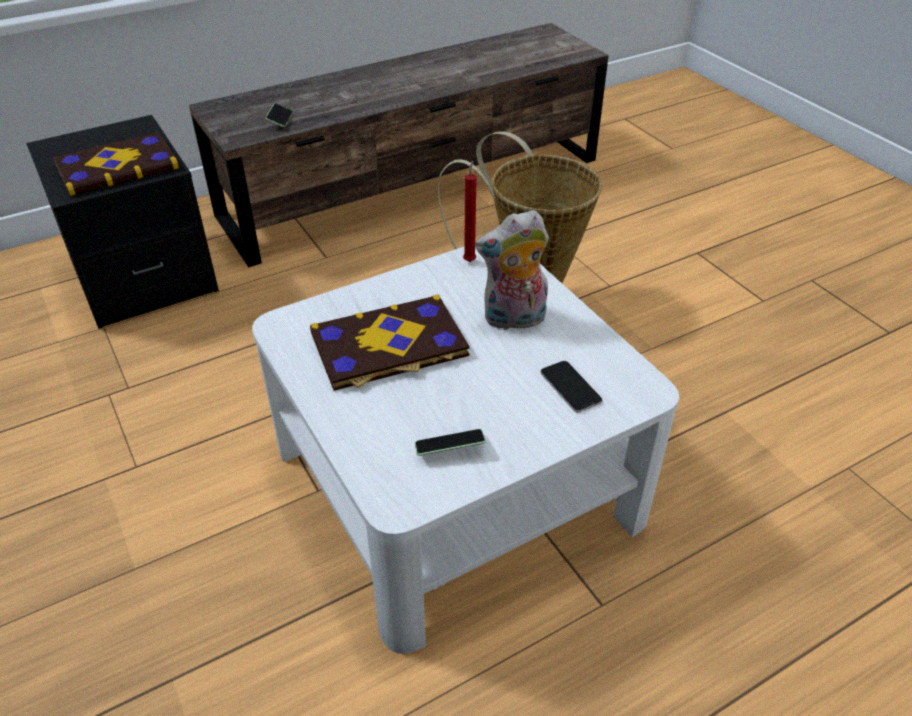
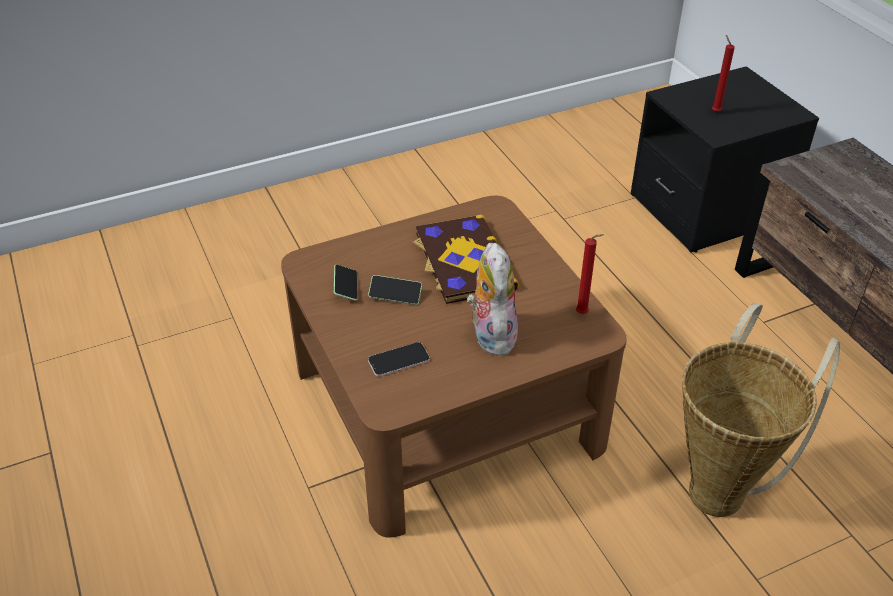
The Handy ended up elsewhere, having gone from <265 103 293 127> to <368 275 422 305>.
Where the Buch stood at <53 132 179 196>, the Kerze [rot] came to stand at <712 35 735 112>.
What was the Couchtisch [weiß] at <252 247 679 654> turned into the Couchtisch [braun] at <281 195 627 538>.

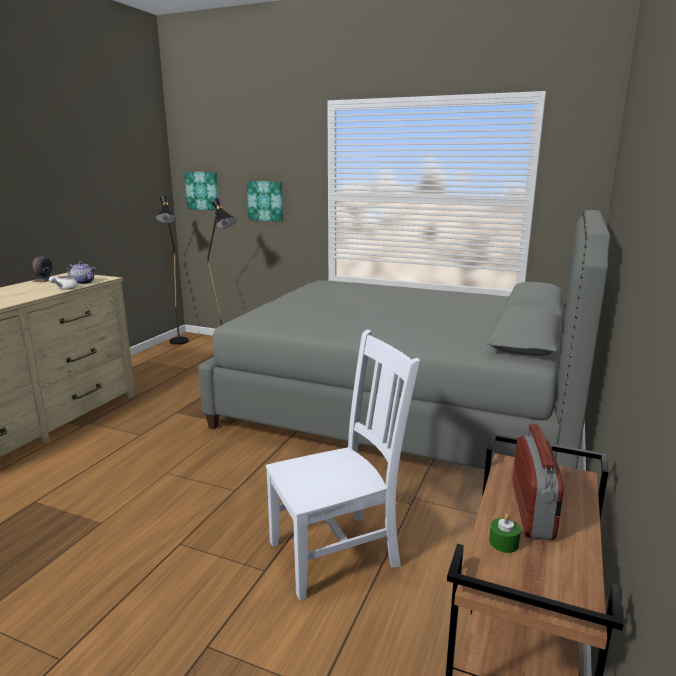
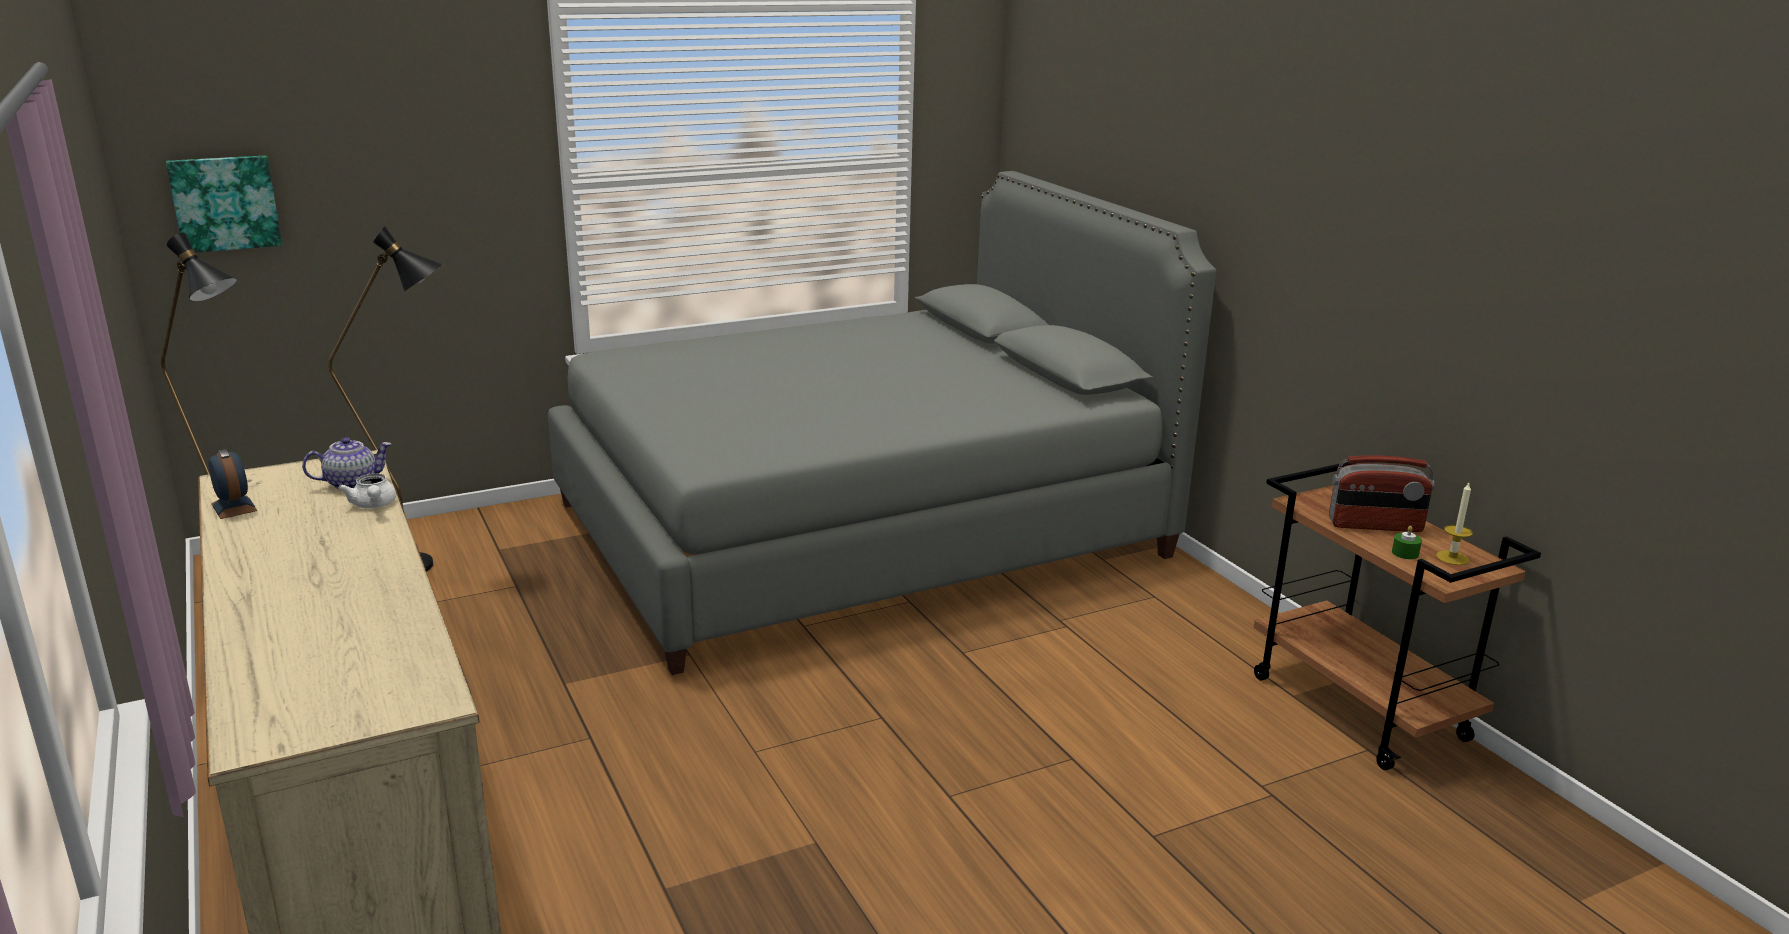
The second view lost the Bild at <247 181 283 221>.
The second view lost the Stuhl [weiß] at <266 330 420 601>.
The second view gained the Kerze at <1436 483 1473 565>.
The Radio at <512 424 564 540> ended up facing another way, 135 degrees clockwise from before.

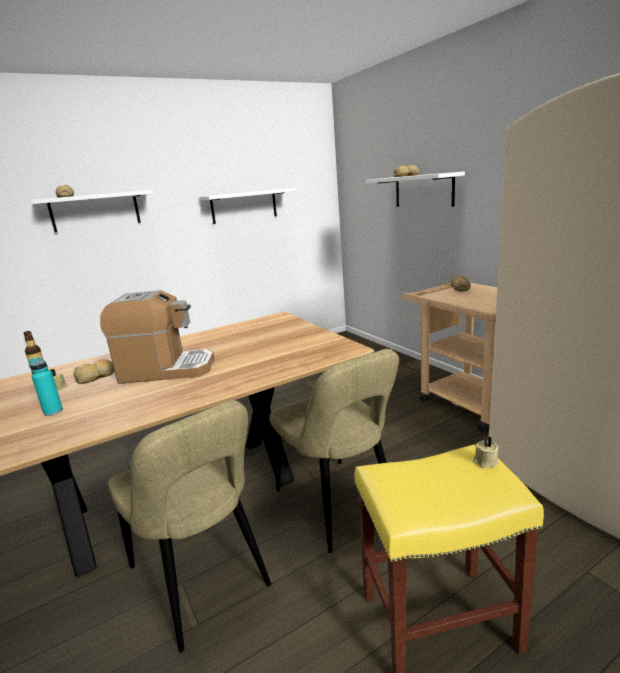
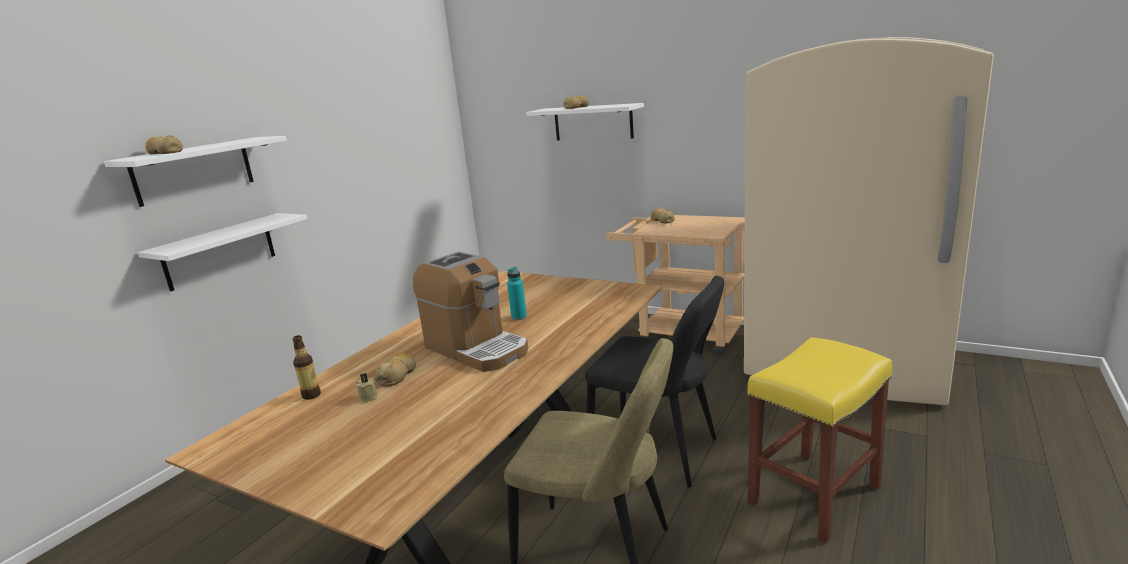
The second view lost the Kerze [beige] at <473 436 498 468>.
The Flasche [türkis] ended up elsewhere, having gone from <28 357 63 416> to <507 267 527 320>.
The Wandregal [weiß] ended up elsewhere, having gone from <199 188 295 224> to <138 213 307 291>.
What was the Stuhl [beige] at <269 349 399 553> turned into the Stuhl [schwarz] at <585 276 724 487>.
The Kaffeemaschine at <100 290 214 384> ended up facing another way, 75 degrees clockwise from before.

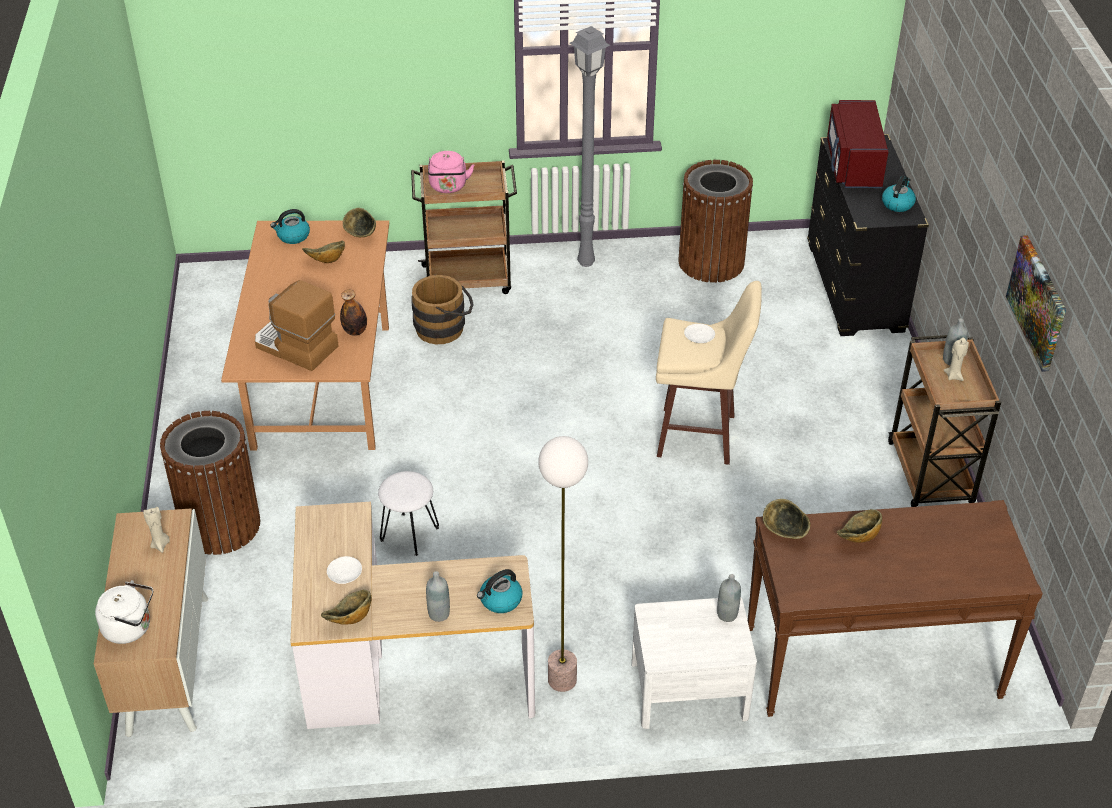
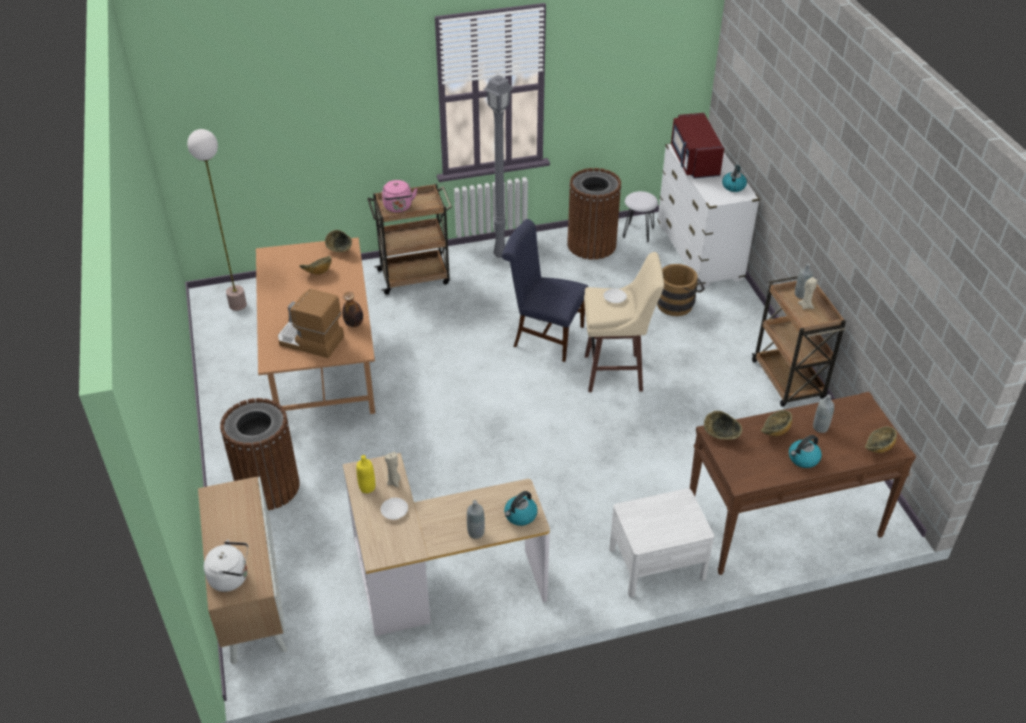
The second view lost the Bild at <1006 235 1066 372>.
The second view gained the Flasche [gelb] at <356 455 375 493>.
The second view gained the Stuhl [blau] at <502 219 588 362>.
The Kerze [beige] ended up elsewhere, having gone from <143 507 170 553> to <385 451 401 487>.
The Wasserkessel ended up elsewhere, having gone from <270 209 310 244> to <789 435 822 468>.
The Schüssel ended up elsewhere, having gone from <321 590 371 625> to <865 427 897 453>.
The Hocker [weiß] ended up elsewhere, having gone from <378 471 439 556> to <623 191 658 242>.
The Eimer [braun] ended up elsewhere, having gone from <412 275 474 344> to <657 264 705 316>.
The Stehlampe ended up elsewhere, having gone from <538 436 588 692> to <187 129 247 311>.
The Flasche [grau] ended up elsewhere, having gone from <717 574 741 622> to <813 395 834 433>.
What was the Kommode [schwarz] at <807 134 929 336> turned into the Kommode [weiß] at <657 143 760 288>.

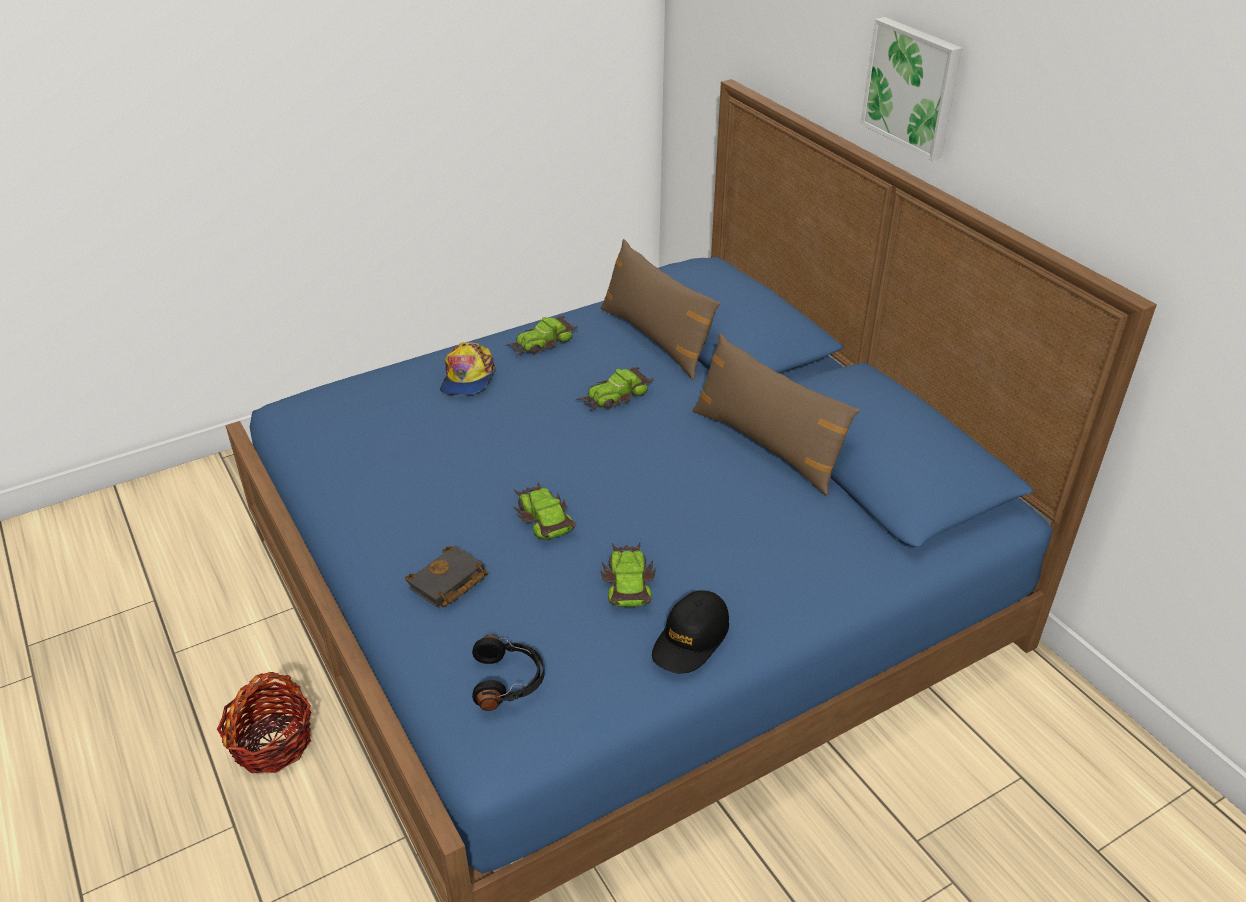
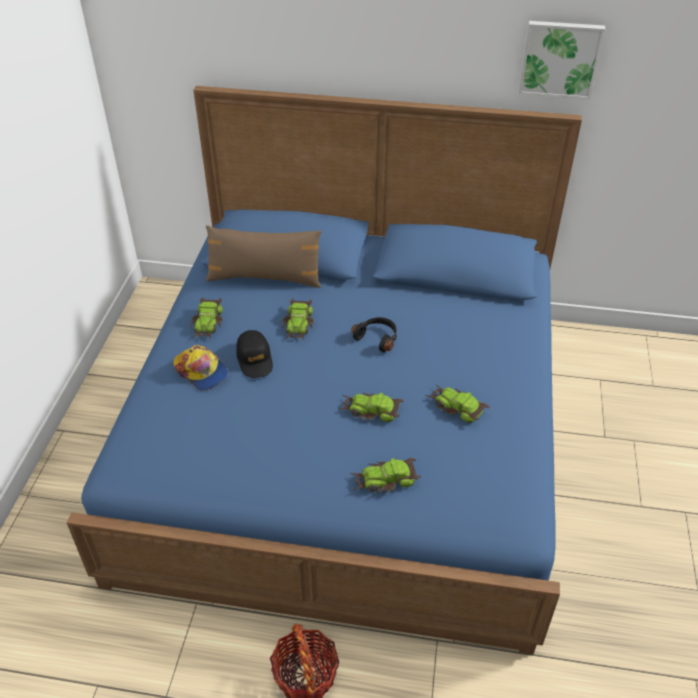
The second view lost the Kissen [braun] at <692 333 860 495>.
The Kopfhörer [schwarz] ended up elsewhere, having gone from <472 635 545 711> to <351 317 397 352>.
The Kappe [schwarz] ended up elsewhere, having gone from <652 590 729 673> to <236 330 273 378>.
The Bild ended up elsewhere, having gone from <861 17 963 160> to <518 21 605 100>.
Where the Buch [schwarz] stood at <405 545 488 607>, the Spielzeugauto came to stand at <351 458 421 493>.

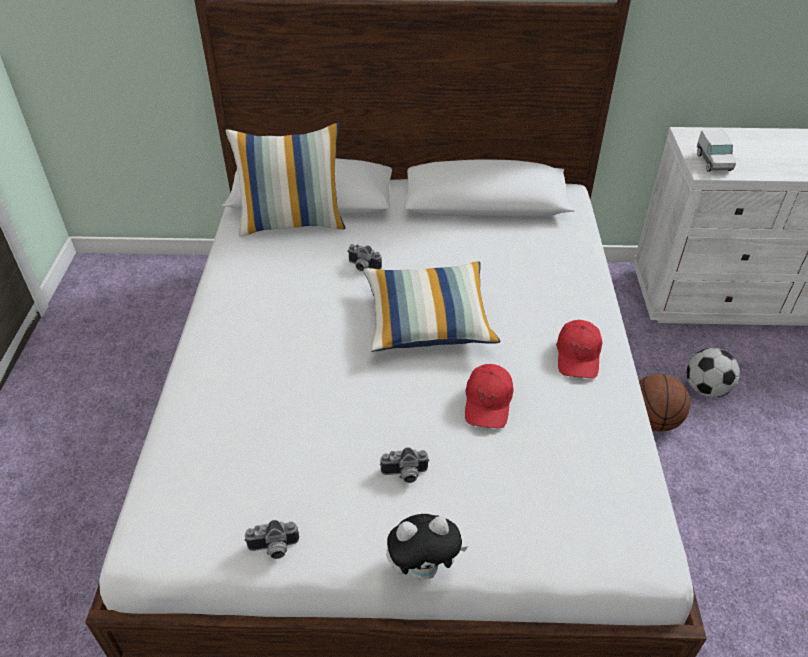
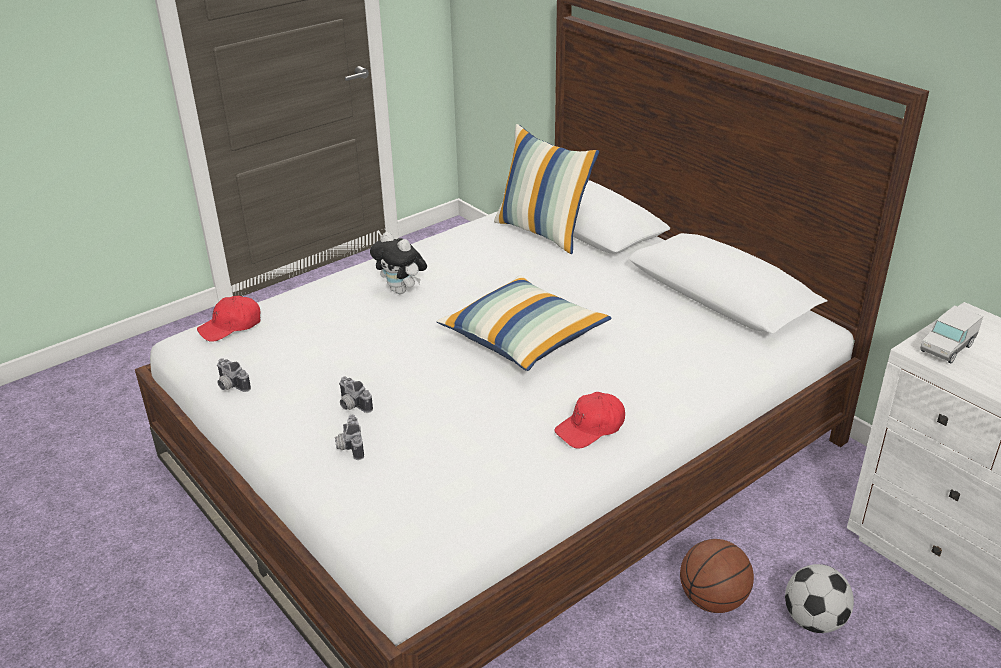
The Kamera ended up elsewhere, having gone from <347 244 382 271> to <335 415 364 460>.
The Plüschtier ended up elsewhere, having gone from <386 514 468 580> to <370 232 427 294>.
The Kappe [rot] ended up elsewhere, having gone from <465 364 513 429> to <197 296 261 342>.

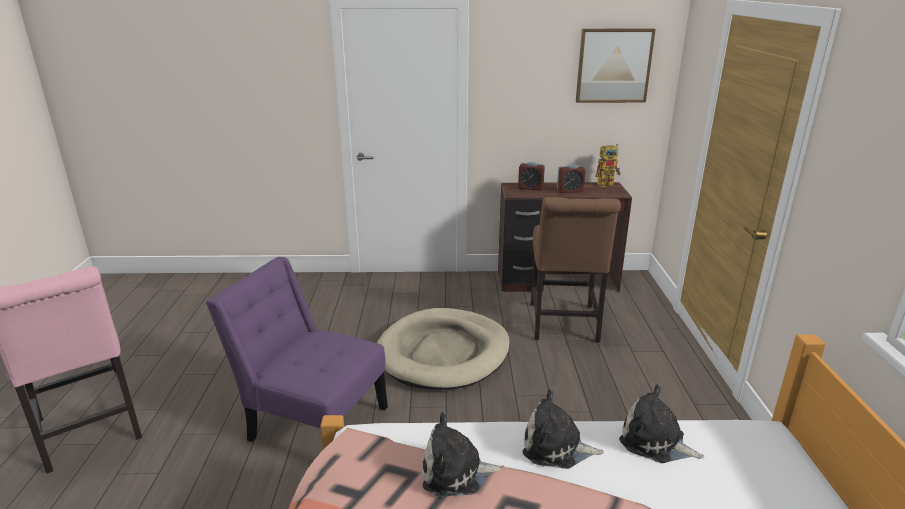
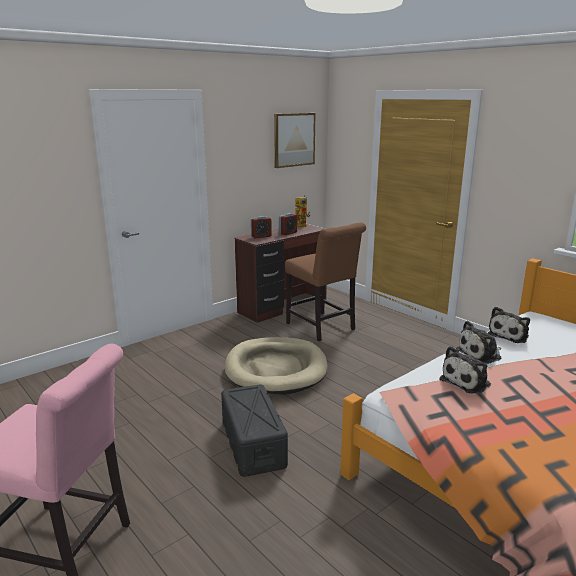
Where the Stuhl [lila] stood at <206 257 388 442>, the Aufbewahrungsbox [schwarz] came to stand at <221 385 288 477>.
The Plüschtier at <619 384 704 463> ended up facing another way, 45 degrees counterclockwise from before.

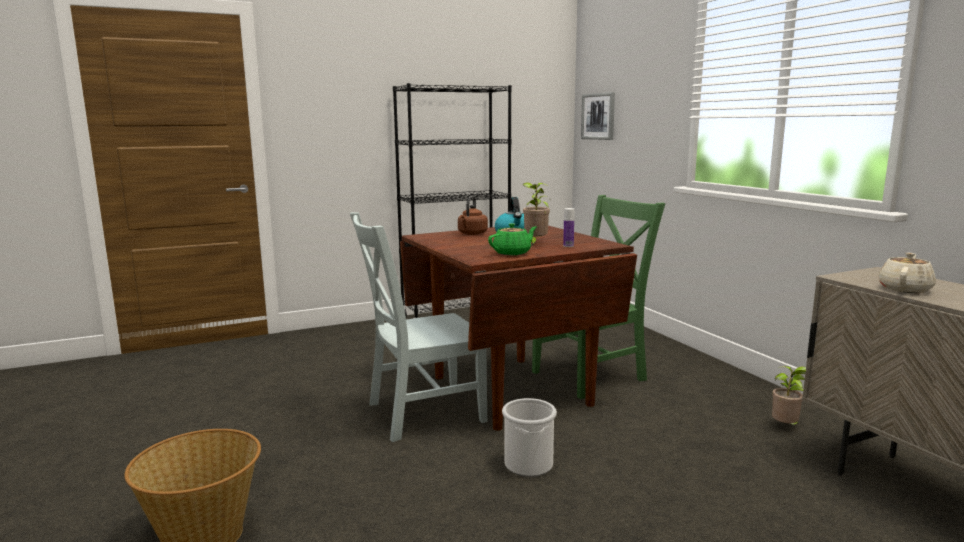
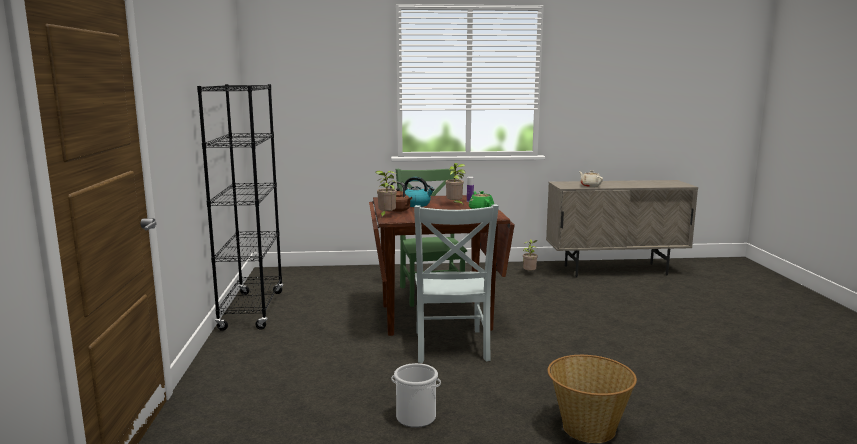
The second view lost the Bild at <581 92 615 140>.
The second view gained the Topfpflanze at <375 171 397 218>.
The Eimer ended up elsewhere, having gone from <502 398 557 477> to <391 363 441 428>.

